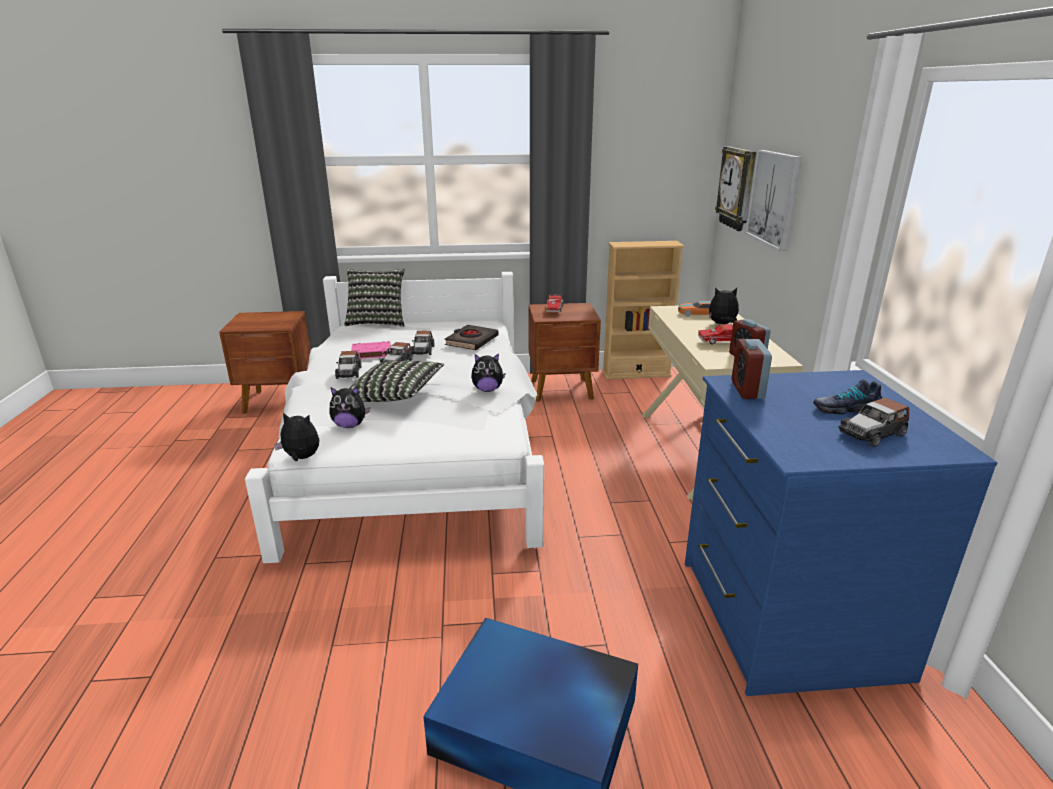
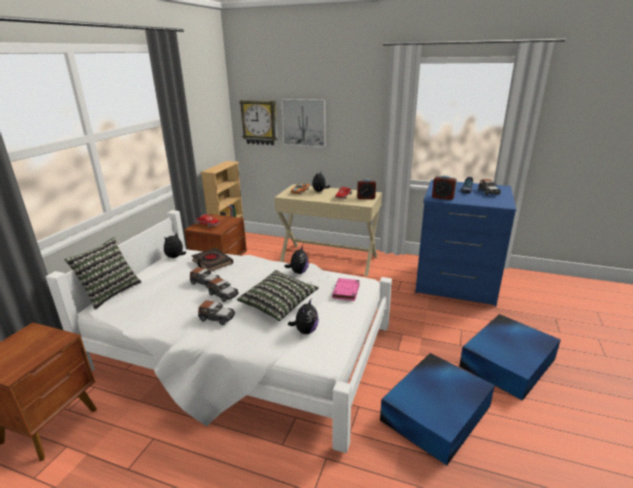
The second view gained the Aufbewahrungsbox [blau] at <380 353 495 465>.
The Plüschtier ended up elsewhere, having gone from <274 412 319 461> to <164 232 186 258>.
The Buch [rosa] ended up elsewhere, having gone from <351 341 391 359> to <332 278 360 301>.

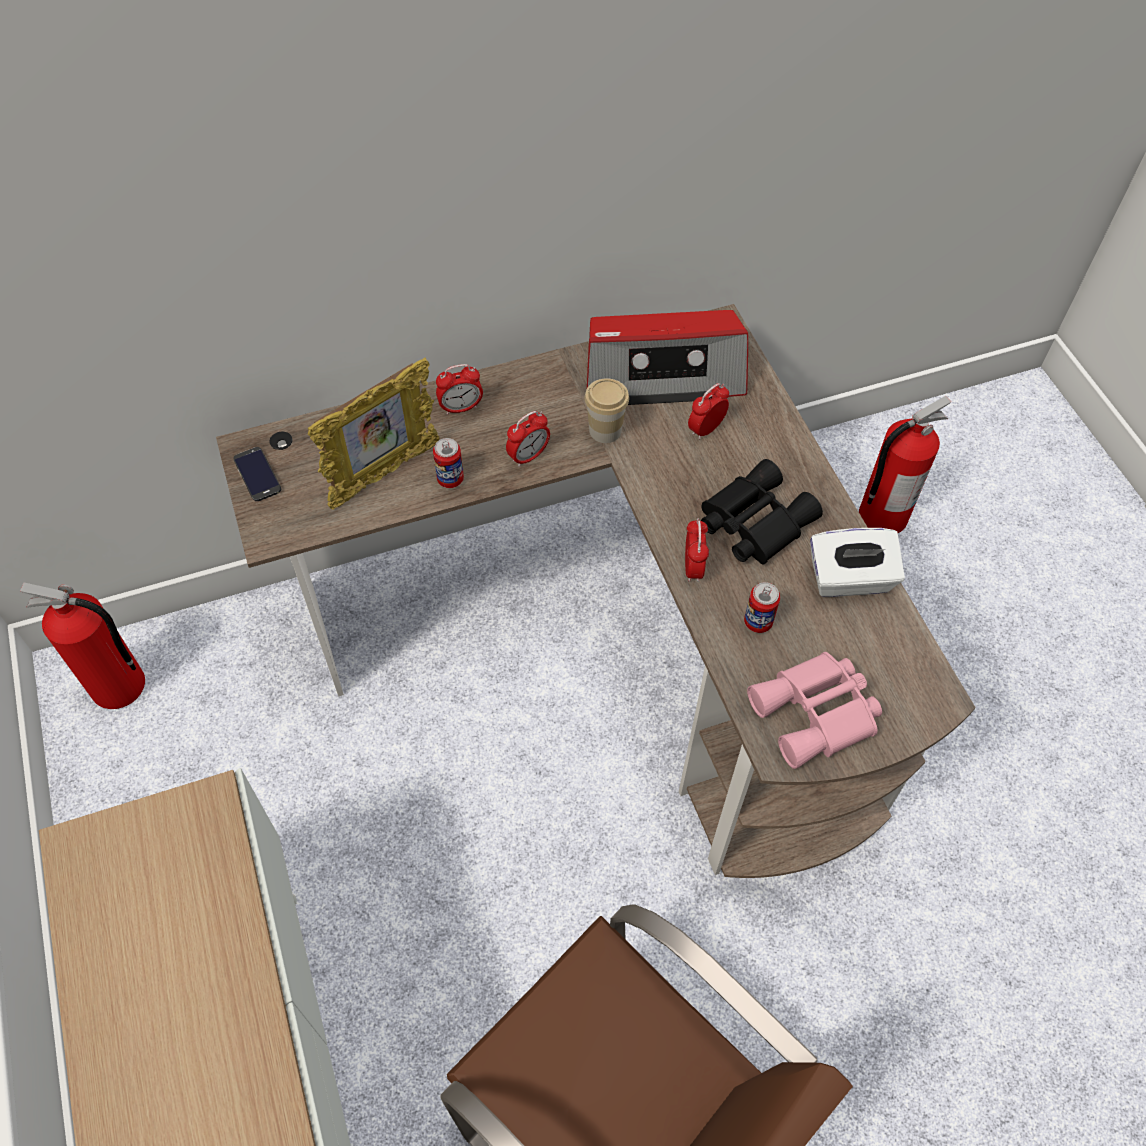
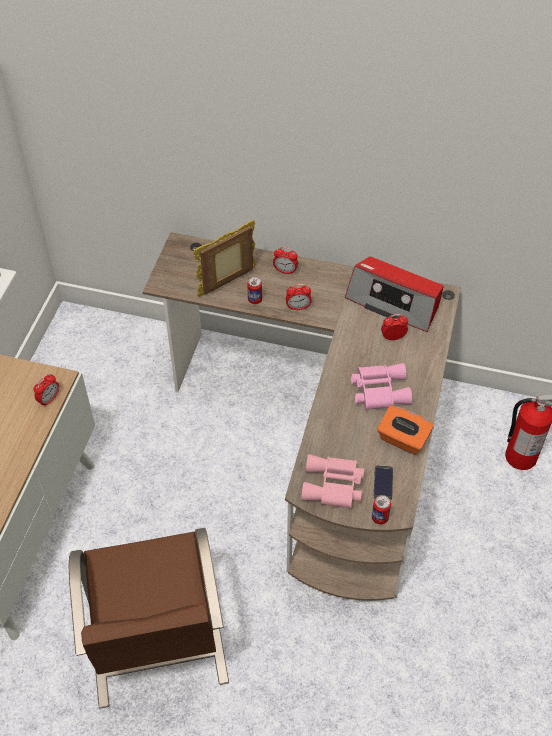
The second view lost the Feuerlöscher at <20 583 145 709>.
The second view lost the Tasse at <585 378 629 443>.
The Handy ended up elsewhere, having gone from <233 447 281 501> to <374 465 393 500>.
The Wecker ended up elsewhere, having gone from <685 518 709 582> to <34 374 59 407>.
The Dose ended up elsewhere, having gone from <744 582 780 633> to <372 495 391 524>.
What was the Fernglas [schwarz] at <701 459 823 565> turned into the Fernglas [rosa] at <351 363 412 410>.
What was the Taschentuchbox [weiß] at <810 528 905 597> turned into the Taschentuchbox [orange] at <377 405 434 455>.
The Bilderrahmen at <308 358 439 510> ended up facing another way, 150 degrees clockwise from before.

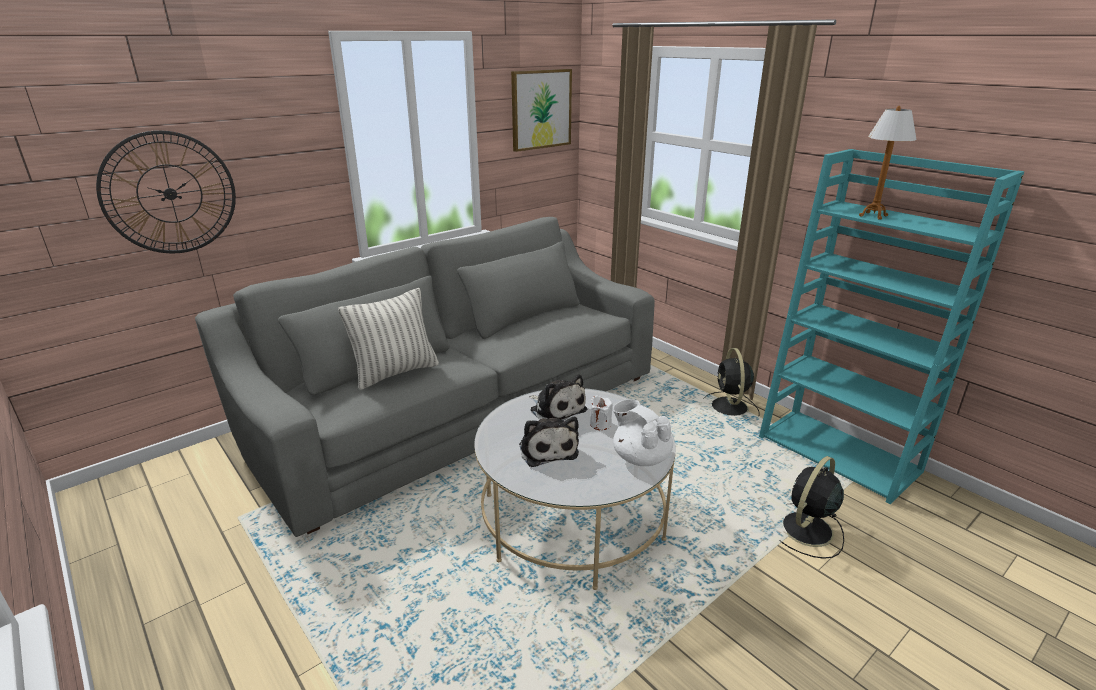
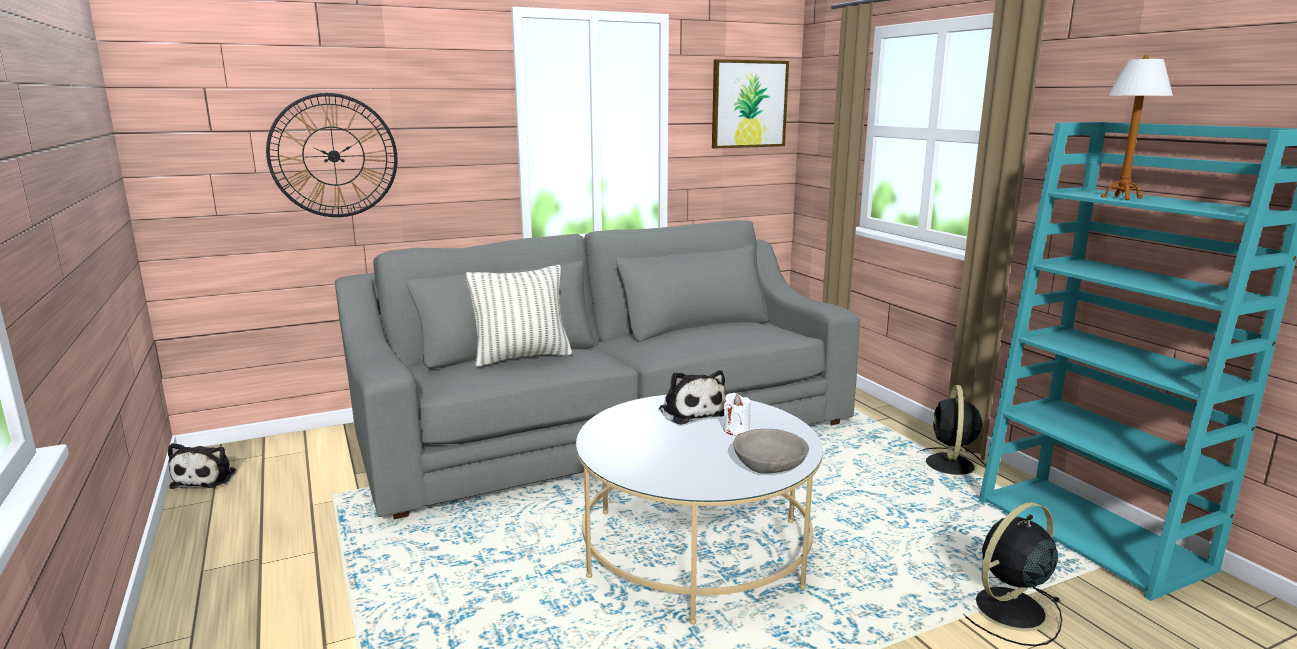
The Plüschtier ended up elsewhere, having gone from <519 417 579 467> to <168 443 236 489>.
Where the Teekanne [weiß] stood at <613 399 673 466>, the Schüssel [grau] came to stand at <733 429 809 473>.

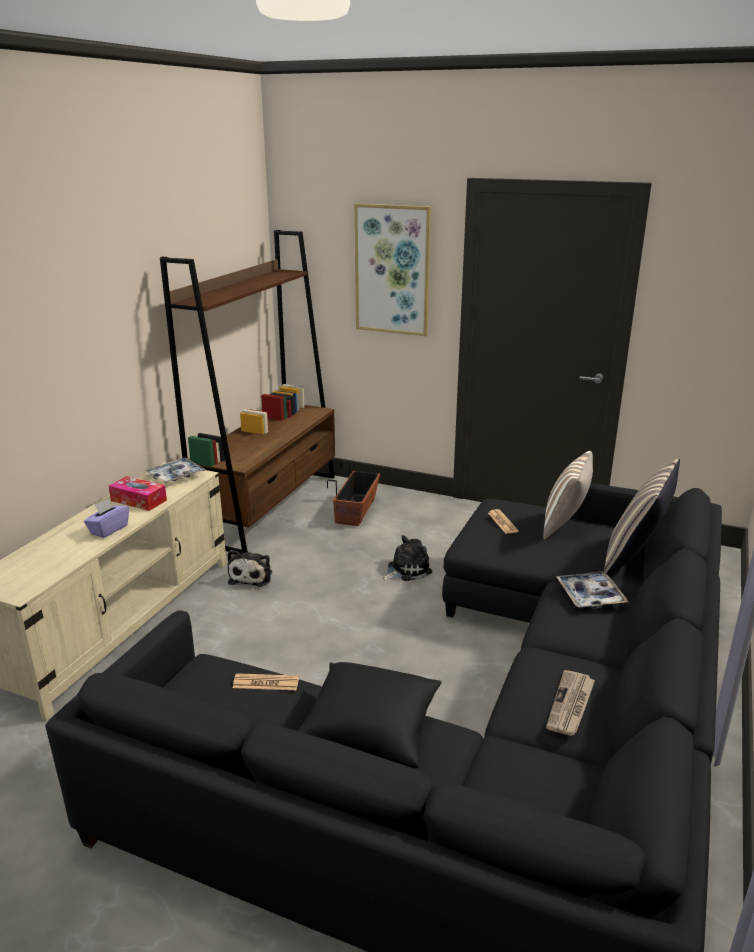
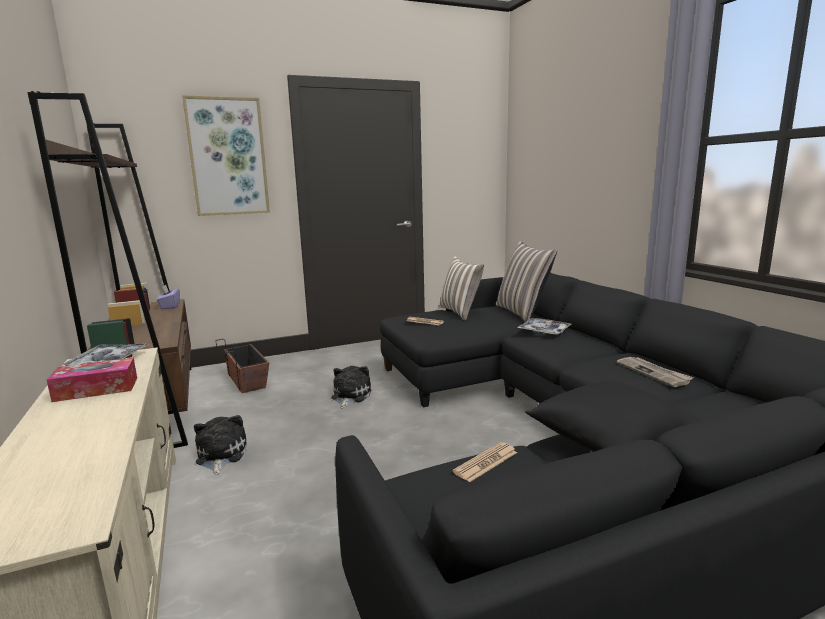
The Taschentuchbox [lila] ended up elsewhere, having gone from <84 498 129 538> to <157 284 180 309>.
The Plüschtier at <227 550 272 587> ended up facing another way, 150 degrees counterclockwise from before.

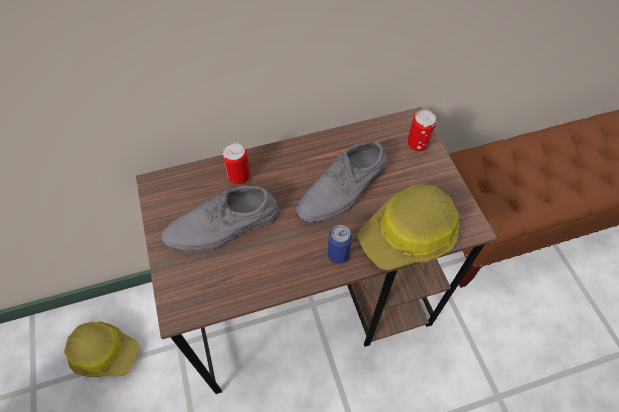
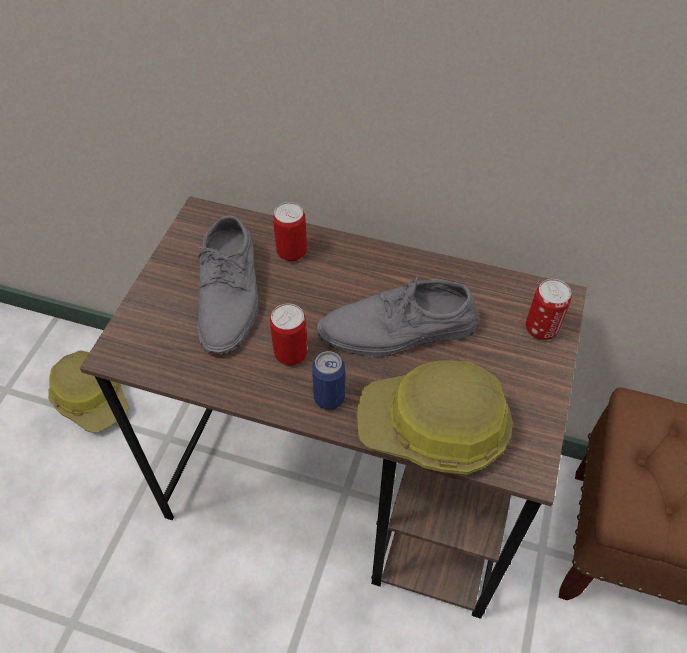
The second view gained the Dose at <270 303 308 365>.
The Schuh [grau] at <162 186 279 252> ended up facing another way, 105 degrees counterclockwise from before.

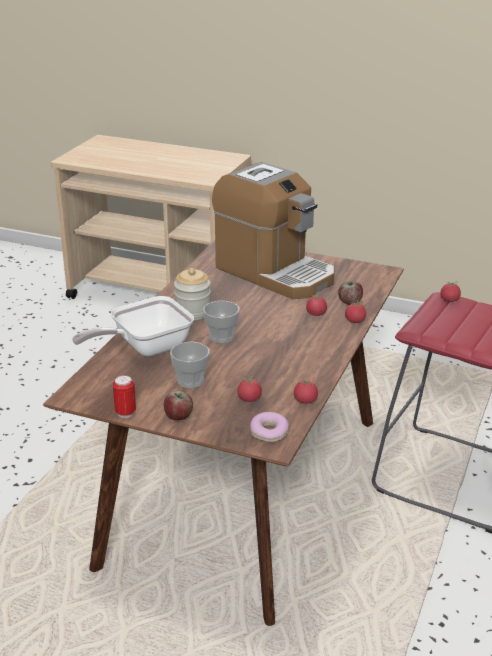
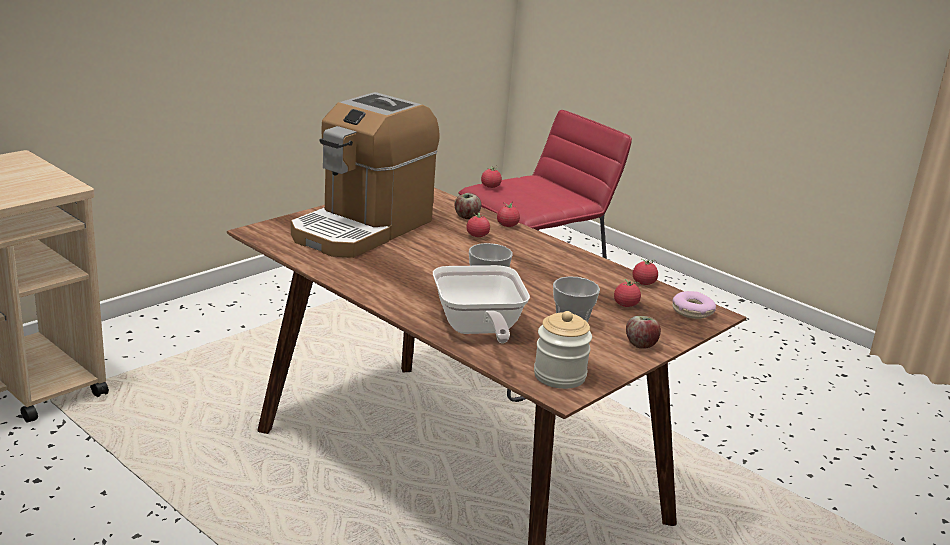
The second view lost the Dose at <113 375 136 418>.
The Vorratsglas ended up elsewhere, having gone from <174 268 211 320> to <534 311 592 389>.
The Kaffeemaschine at <212 162 335 299> ended up facing another way, 150 degrees clockwise from before.

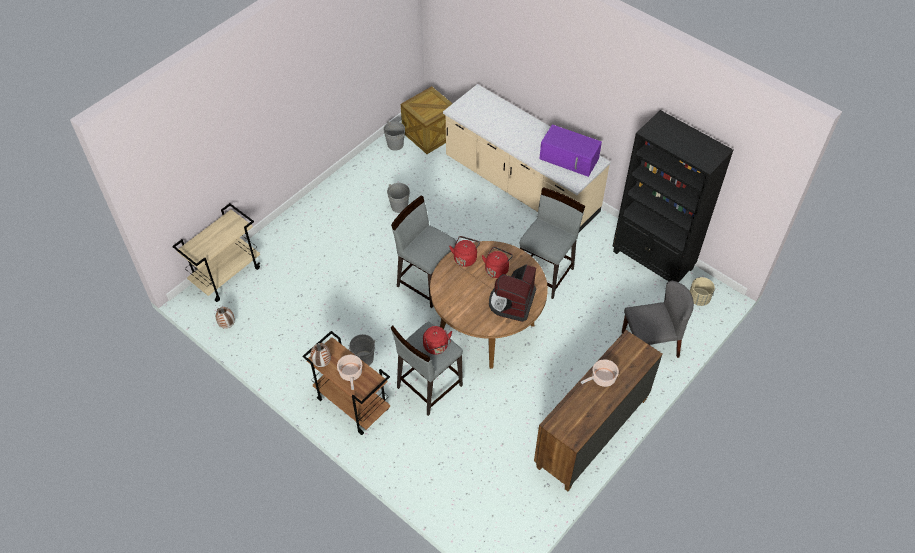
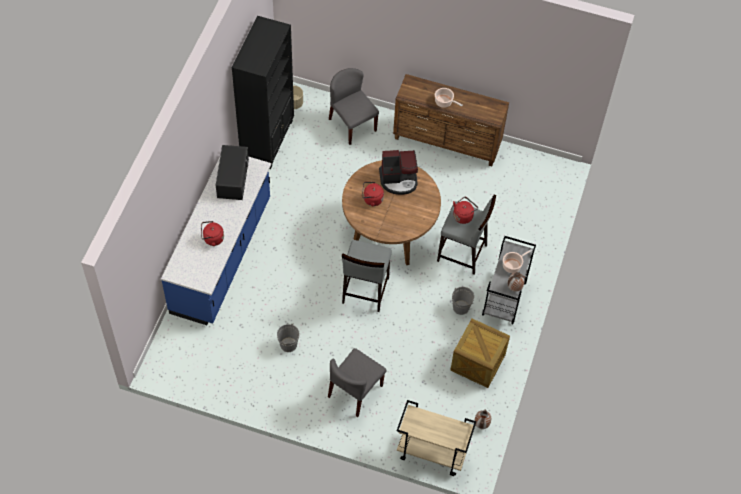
The second view lost the Eimer [grau] at <383 121 405 151>.
The second view lost the Hocker [grau] at <520 187 585 299>.
The second view gained the Stuhl [grau] at <328 348 387 417>.
The Kiste ended up elsewhere, having gone from <401 86 453 154> to <450 318 510 388>.
The Wasserkessel [rot] ended up elsewhere, having gone from <449 236 480 267> to <201 221 224 246>.
What was the Rollwagen [braun] at <303 331 390 435> turned into the Rollwagen [grau] at <482 236 536 324>.
What was the Küchenzeile [beige] at <443 84 611 232> turned into the Küchenzeile [blau] at <161 156 271 325>.
What was the Mikrowelle [lila] at <539 124 602 177> turned into the Mikrowelle [schwarz] at <216 145 249 200>.

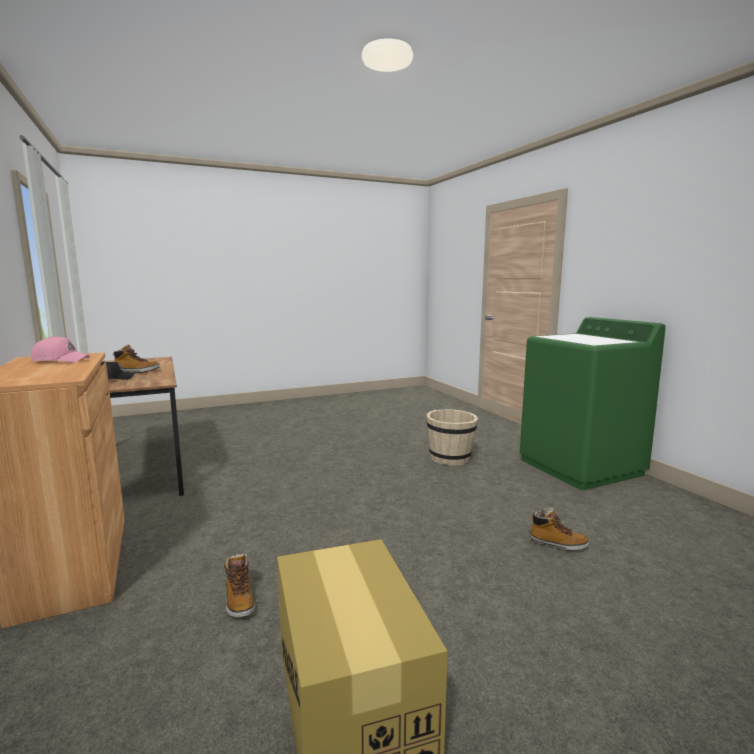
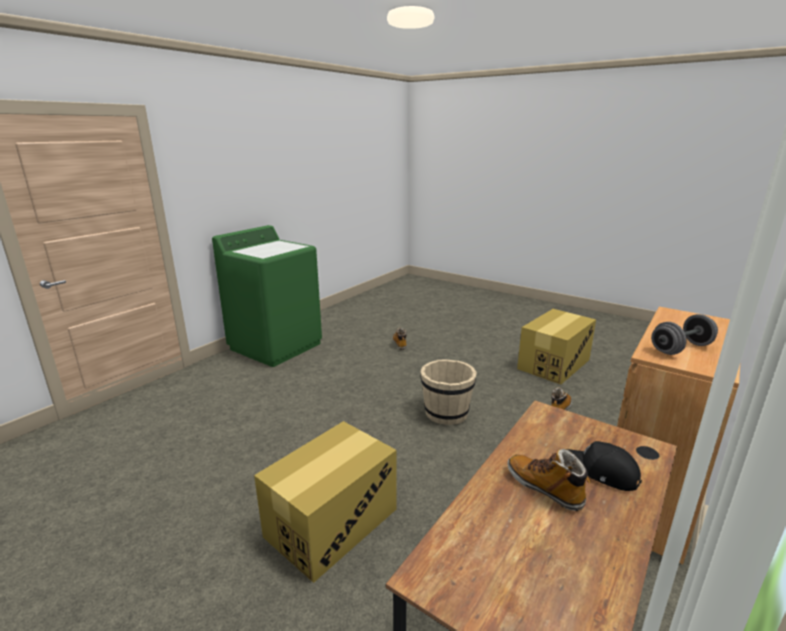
The second view gained the Karton at <254 421 397 583>.
The Eimer [beige] ended up elsewhere, having gone from <426 409 478 466> to <420 359 477 425>.
Where the Kappe [rosa] stood at <31 336 90 363>, the Hantel [grau] came to stand at <651 314 718 355>.

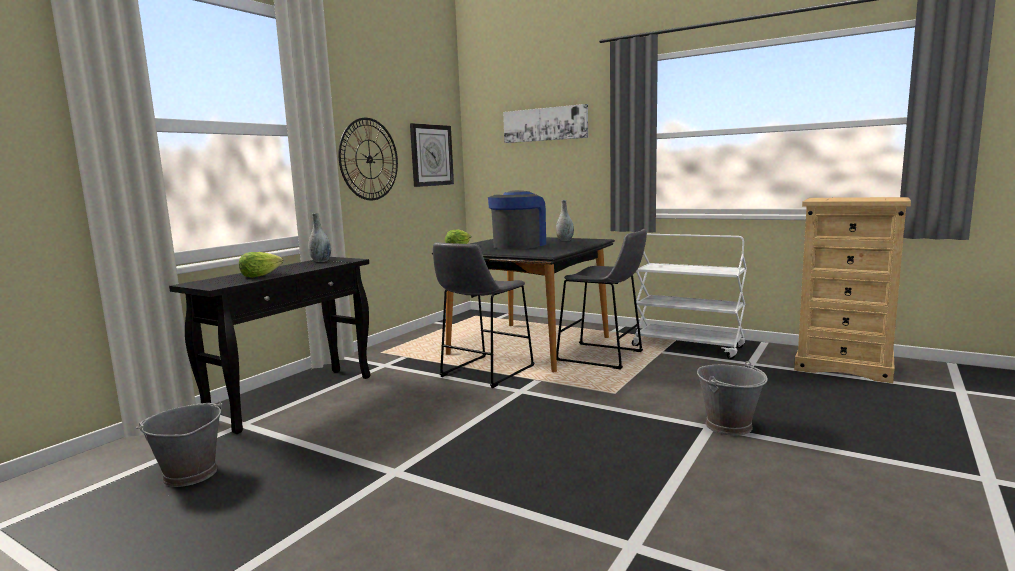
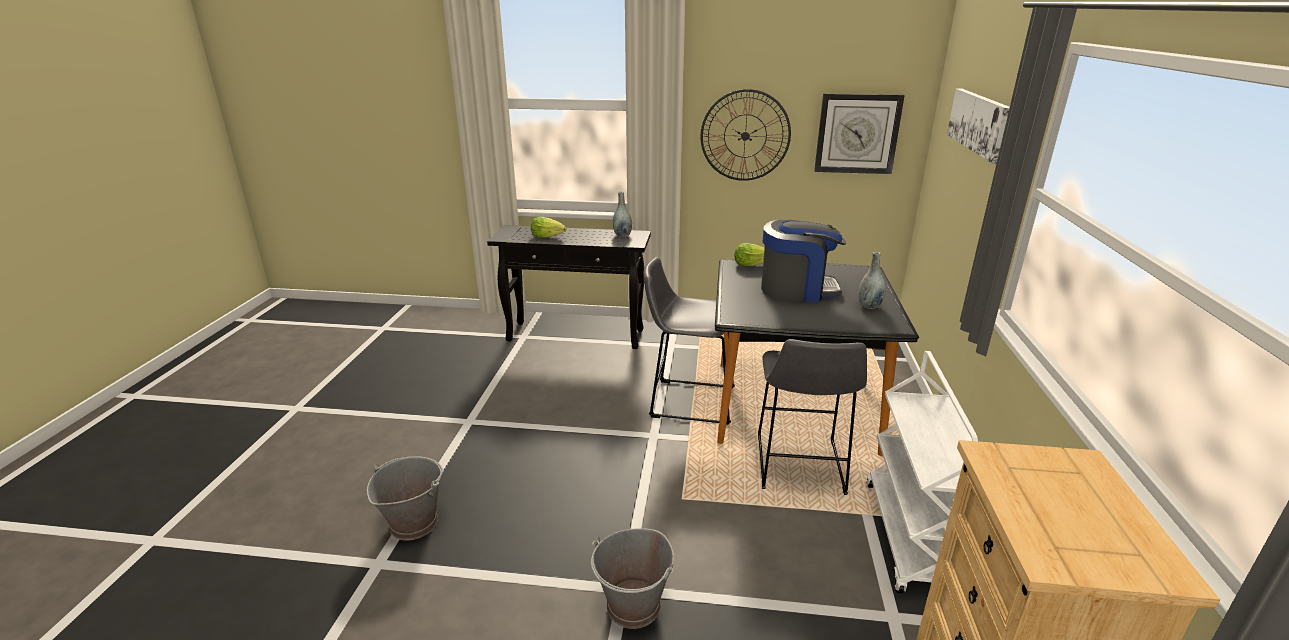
The Eimer [grau] ended up elsewhere, having gone from <136 401 223 487> to <367 456 443 540>.

